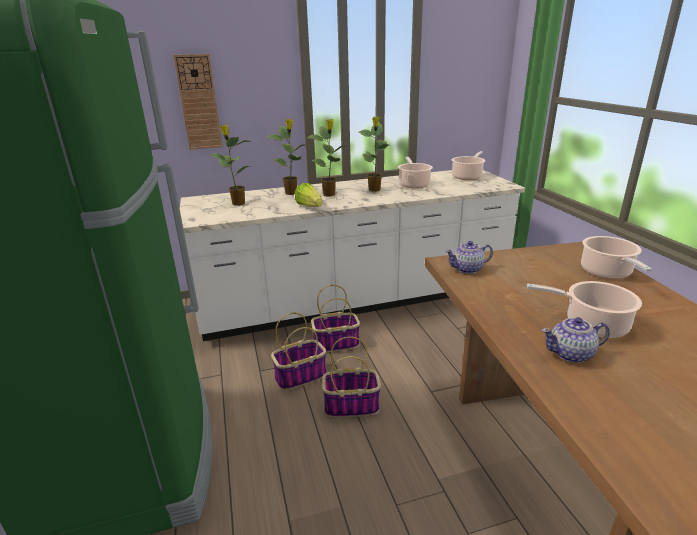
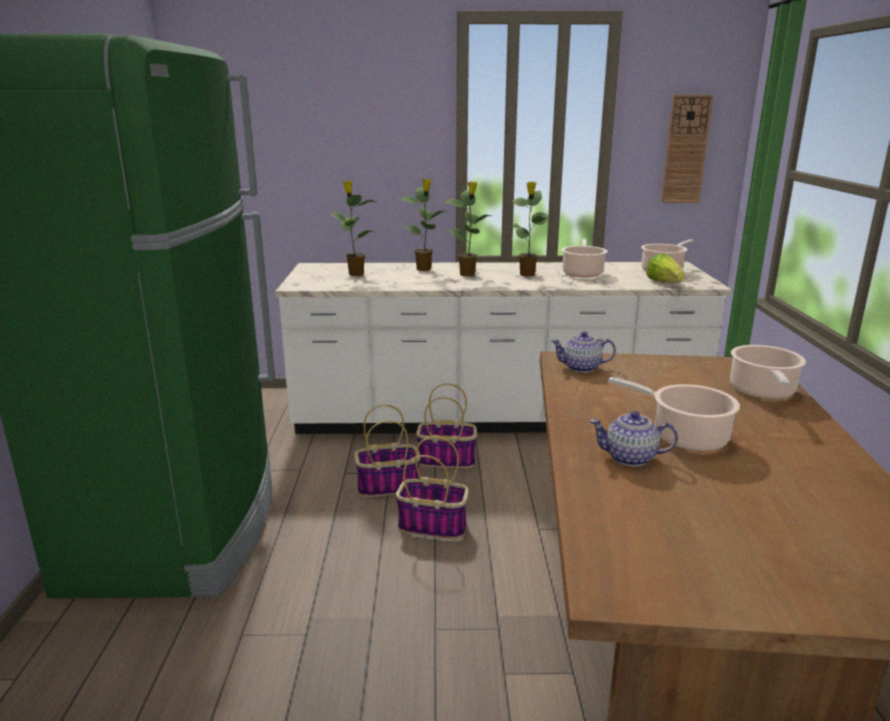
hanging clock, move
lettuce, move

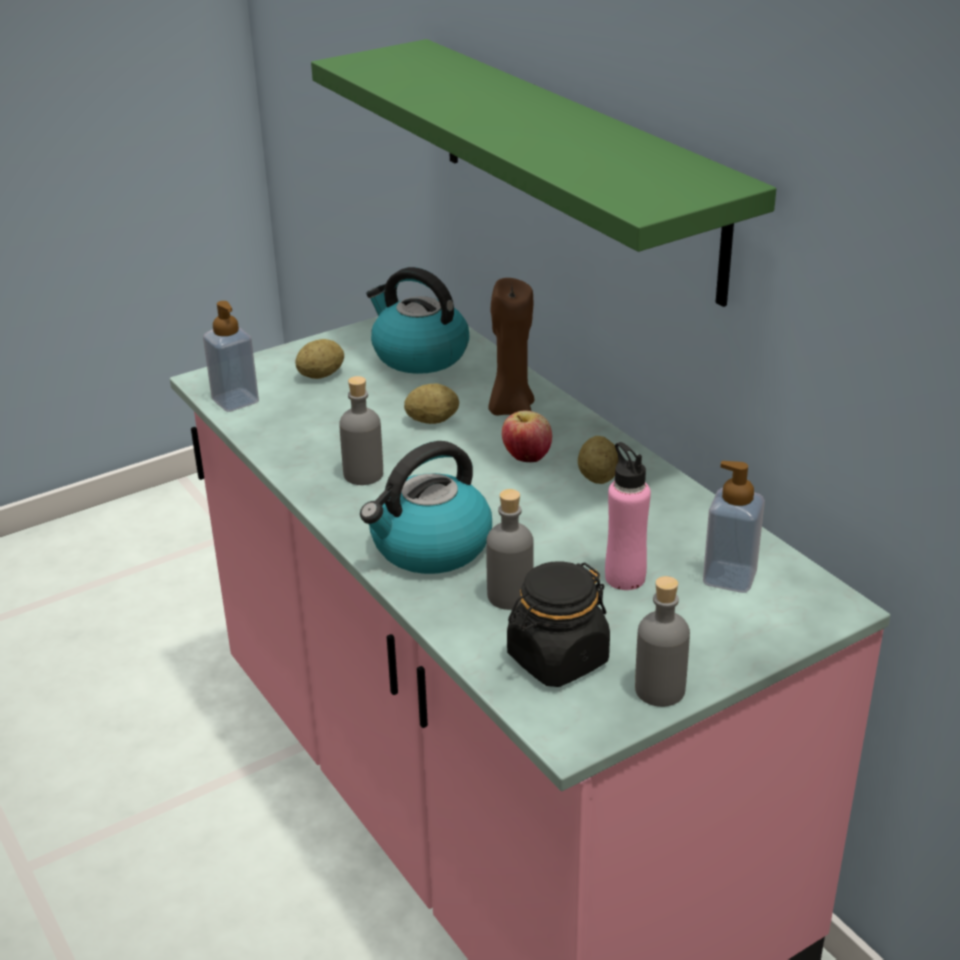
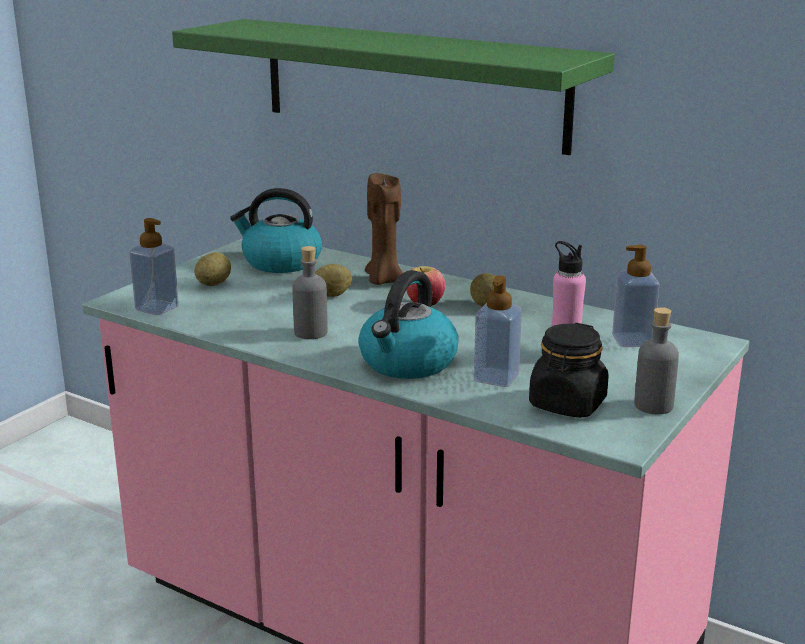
gray bottle (2nd from left) -> soap bottle (2nd from left)

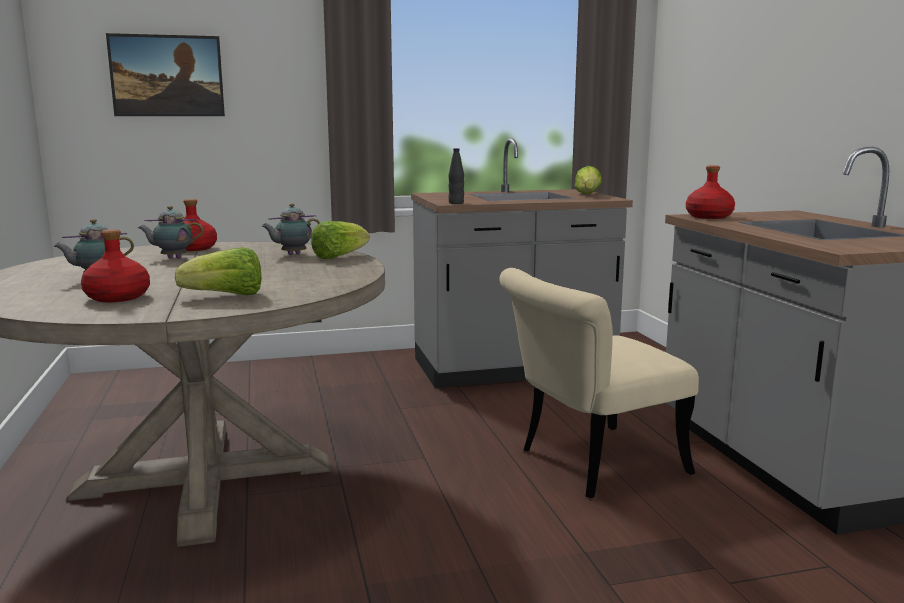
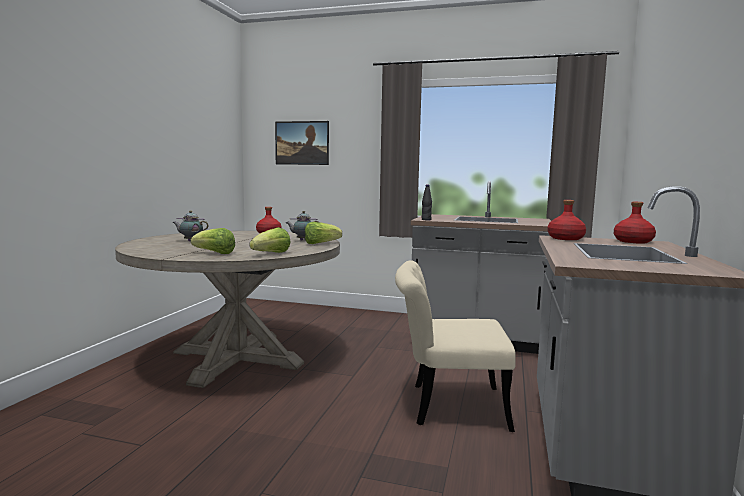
lettuce (3rd from left in the first image) -> lettuce (2nd from left), move
teapot (2nd from left) -> none
red-coloured bottle (1st from left in the first image) -> red-coloured bottle (3rd from left), move

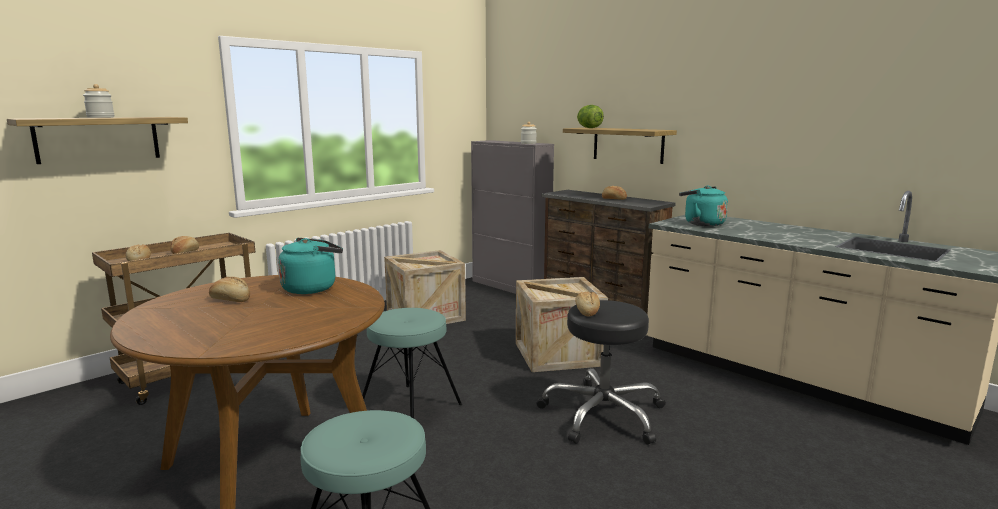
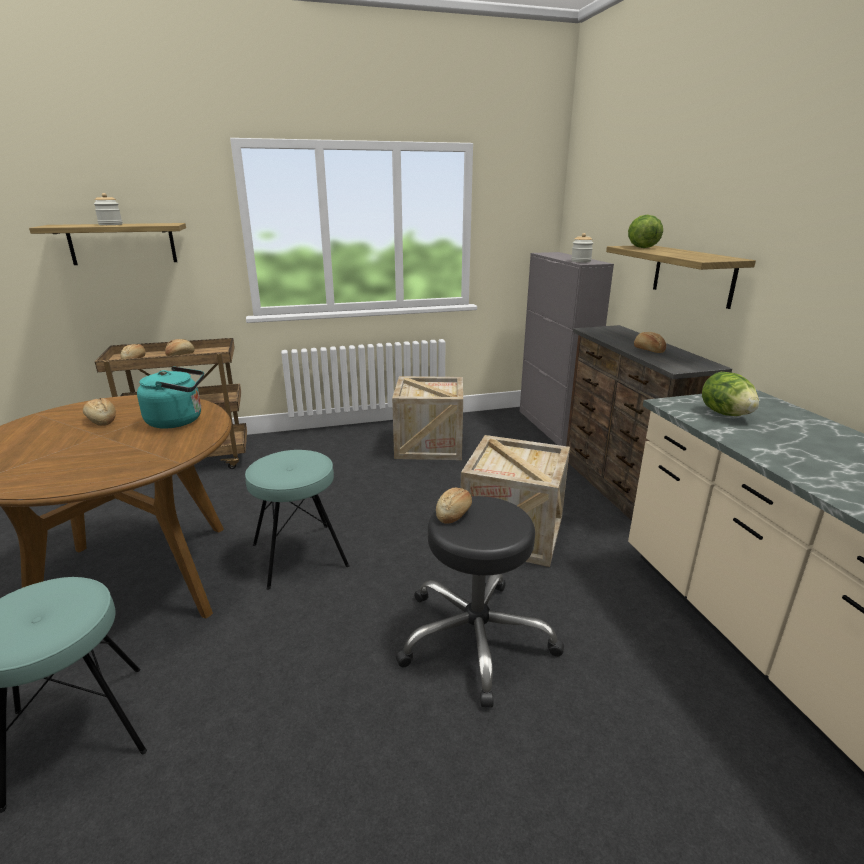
turquoise kettle (2nd from left) -> lettuce (2nd from left)

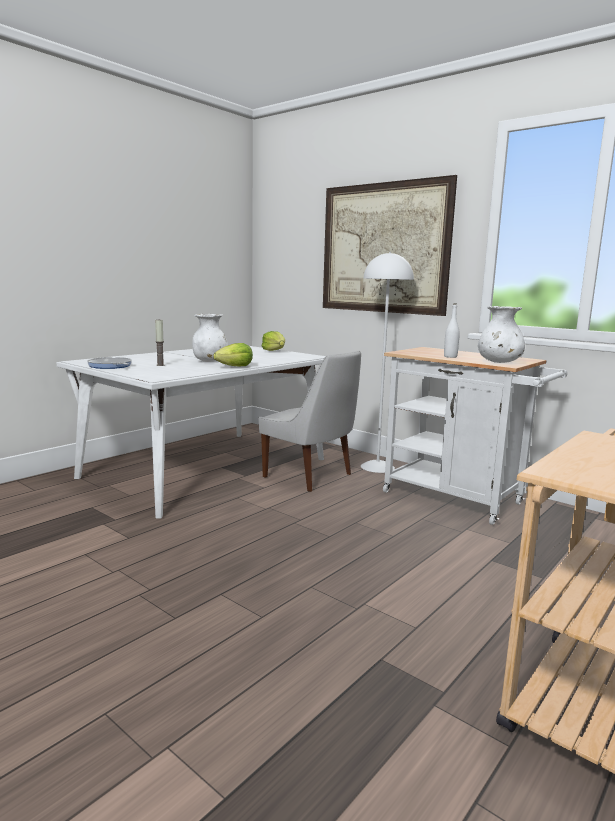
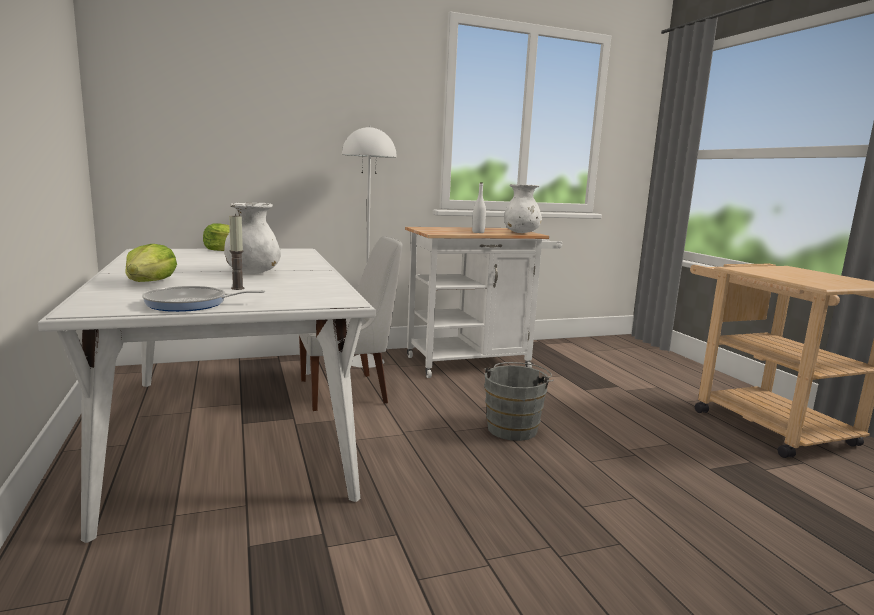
wall art -> none
lettuce (1st from left), move
none -> gray water bucket

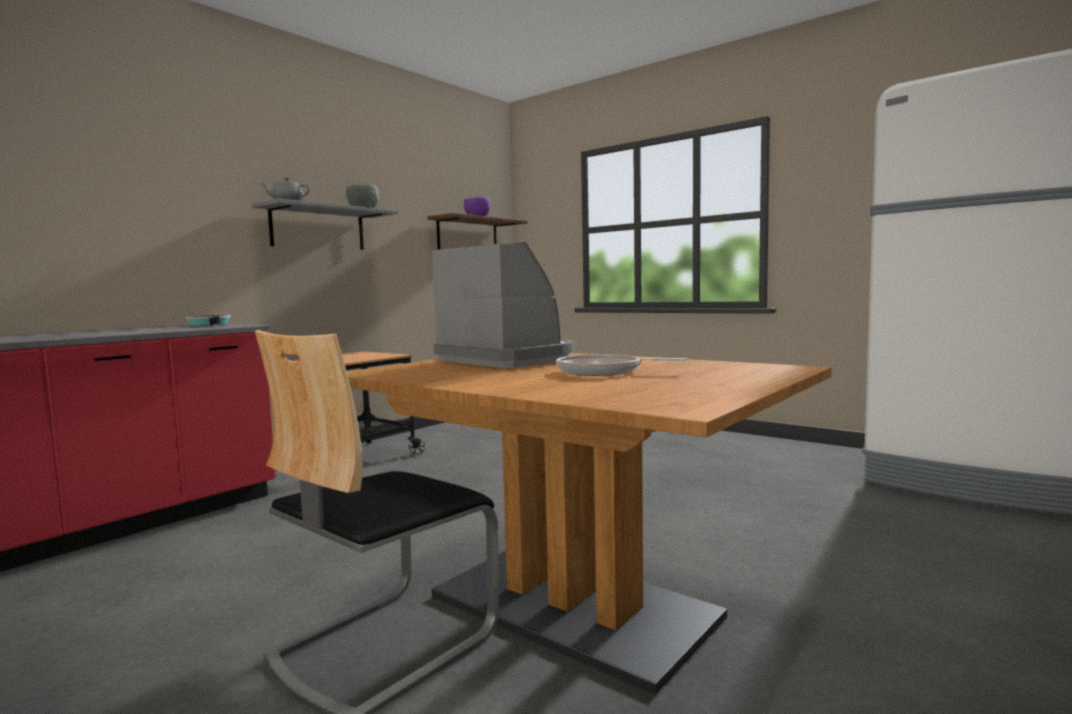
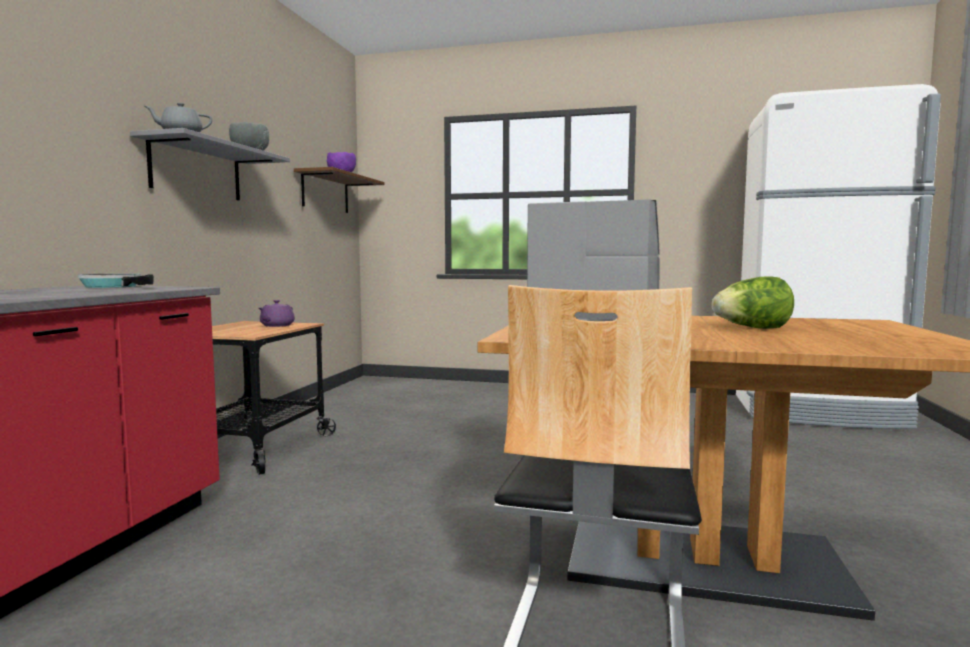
frying pan (2nd from left) -> lettuce
none -> purplish teapot

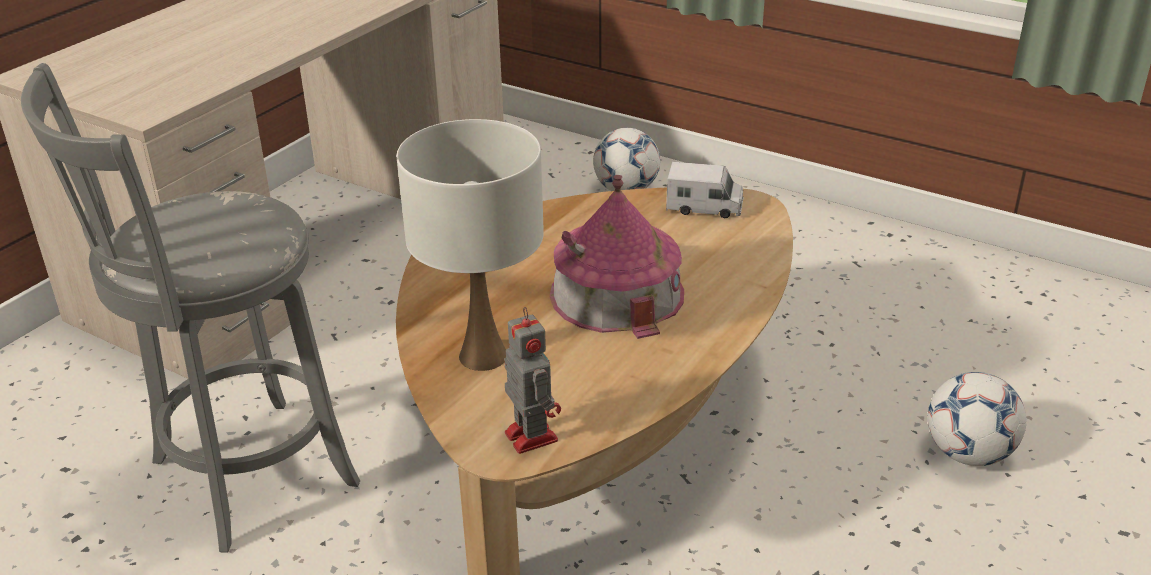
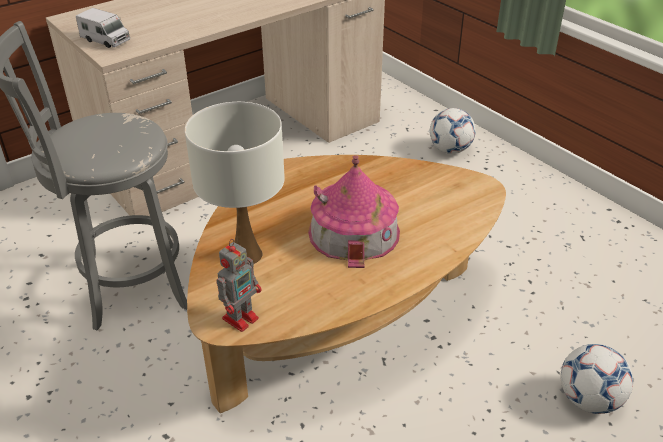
model truck, move
toy robot, 45 degrees clockwise

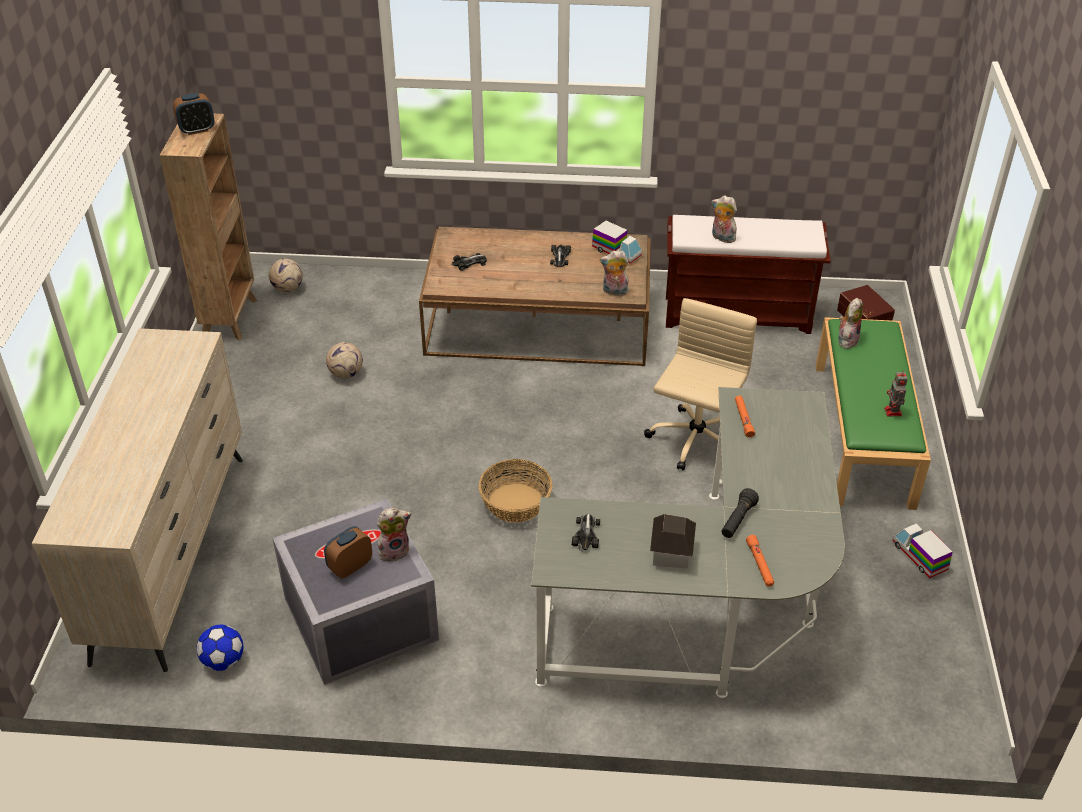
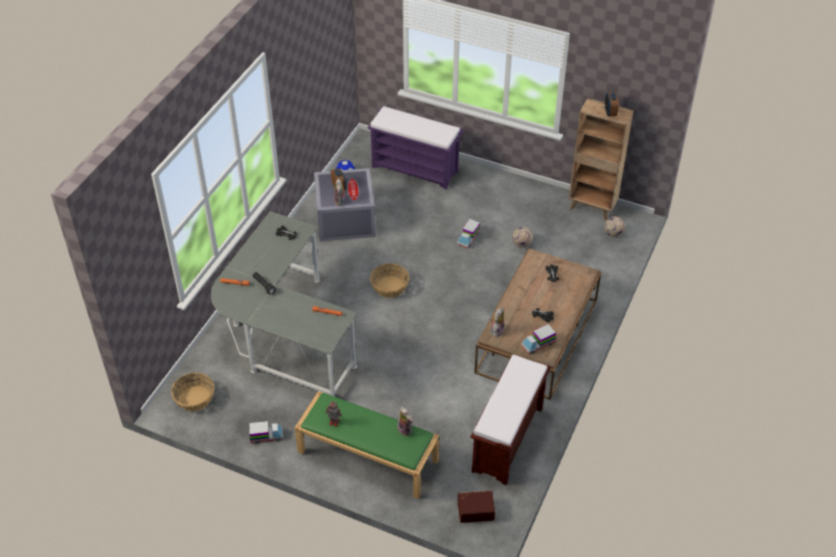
soft toy (3rd from left) -> none
beige-coloured office chair -> none
beige-coloured drawer chest -> purplish long seat
miniature house -> none
none -> model truck (2nd from left)
none -> storage basket (1st from left)

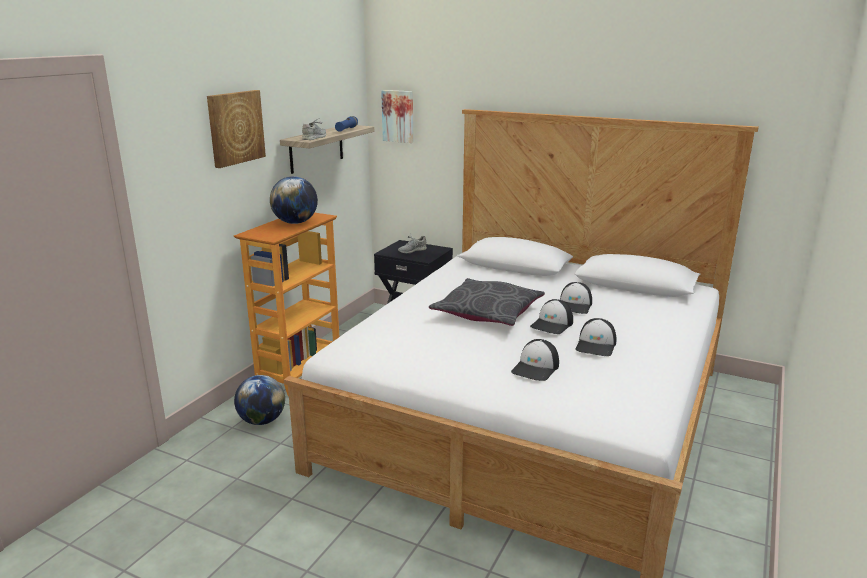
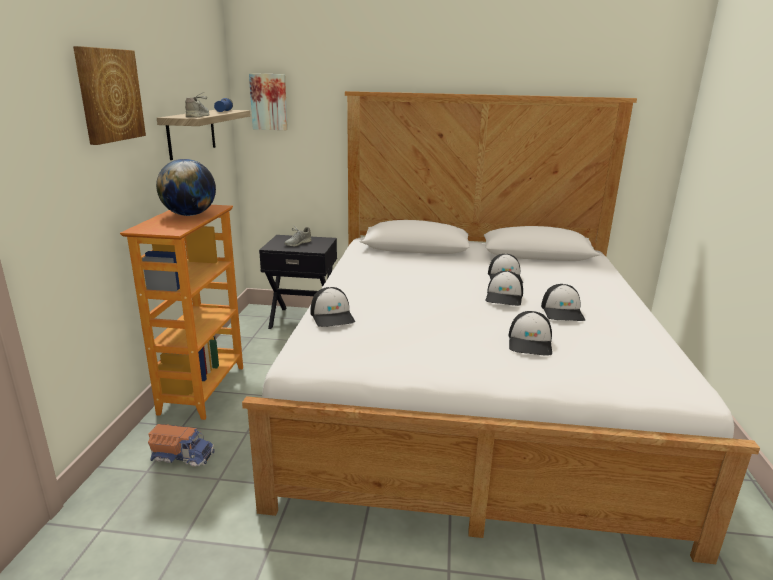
gray cushion -> none
desk globe (1st from left) -> model truck
none -> peaked cap (1st from left)

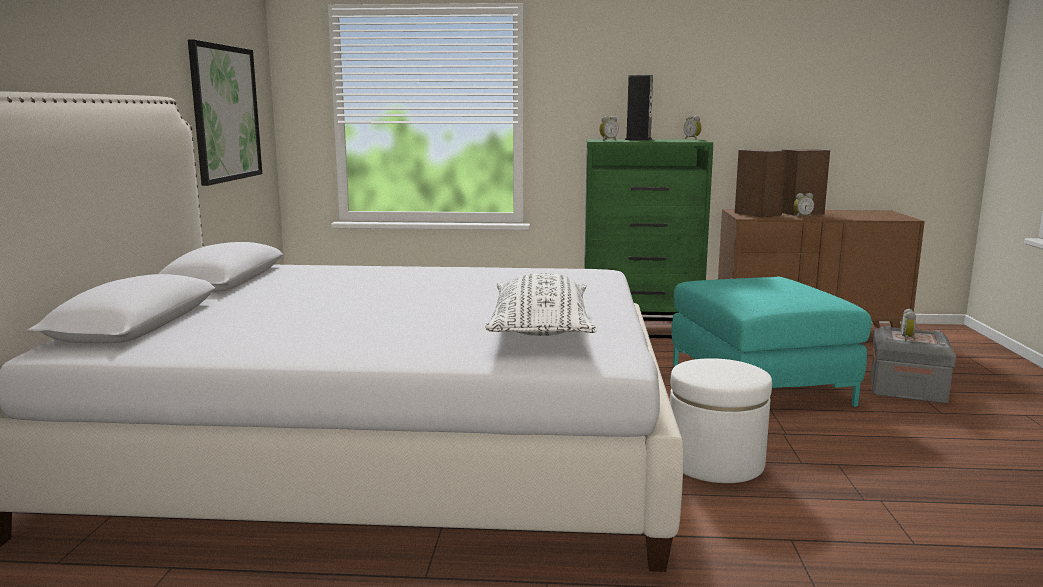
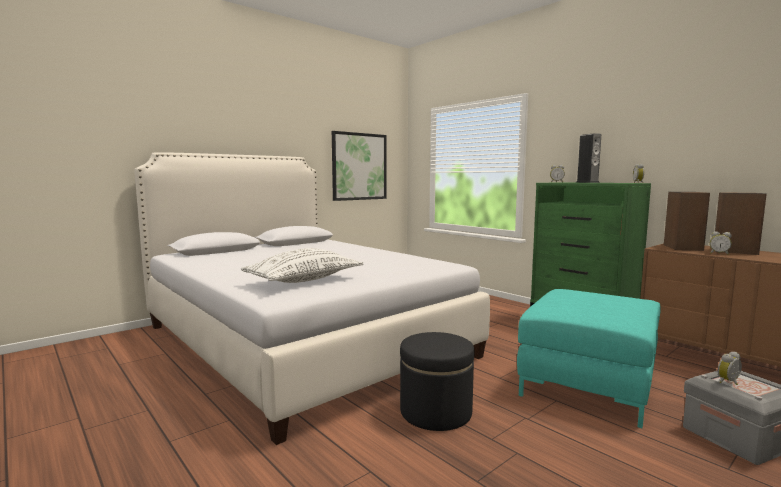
white-coloured ottoman -> black ottoman

